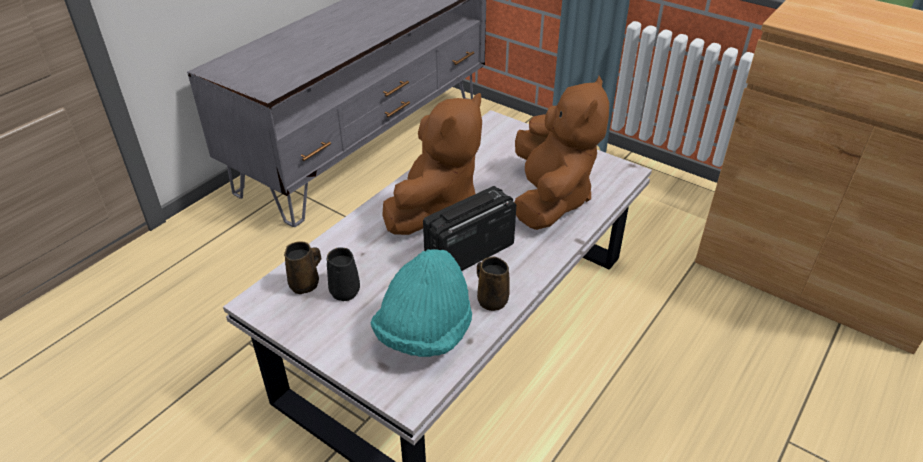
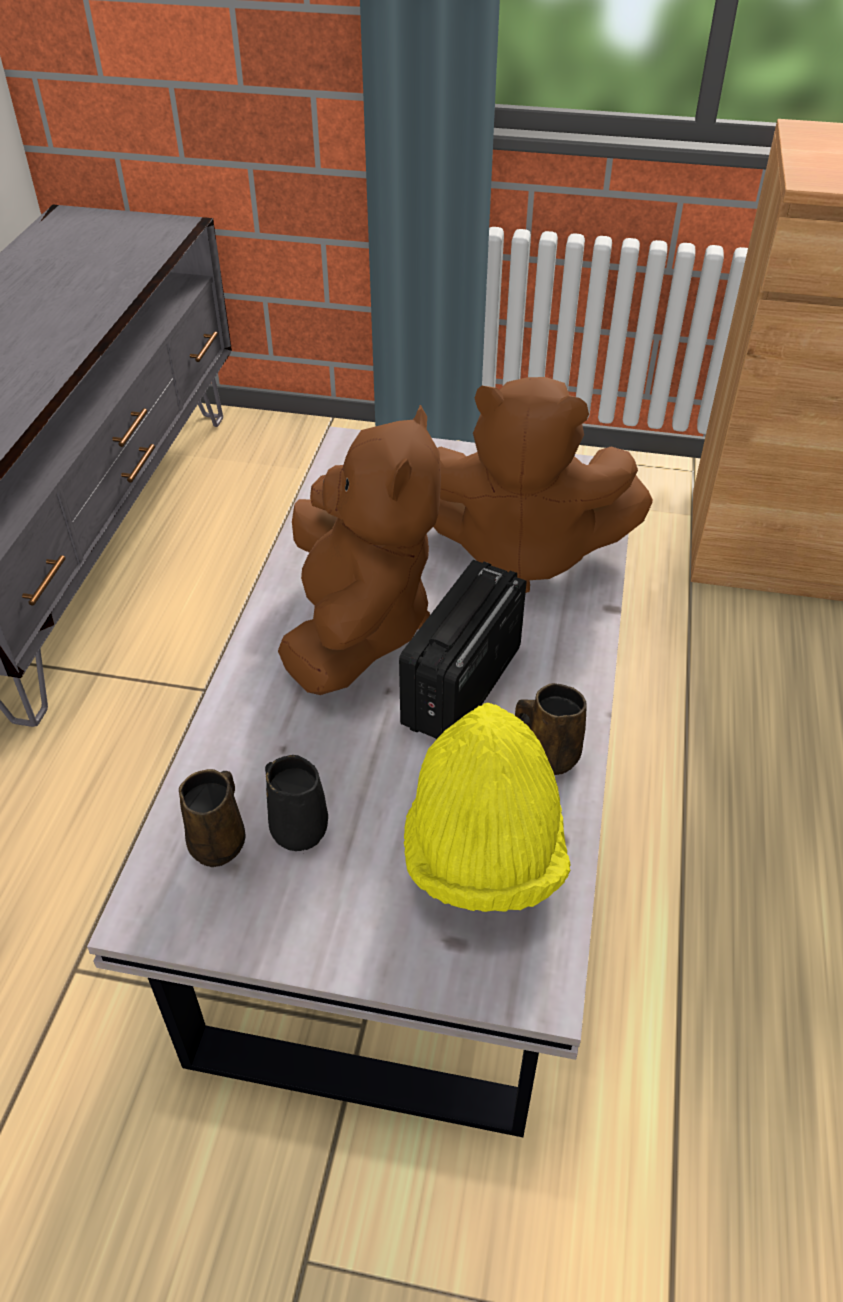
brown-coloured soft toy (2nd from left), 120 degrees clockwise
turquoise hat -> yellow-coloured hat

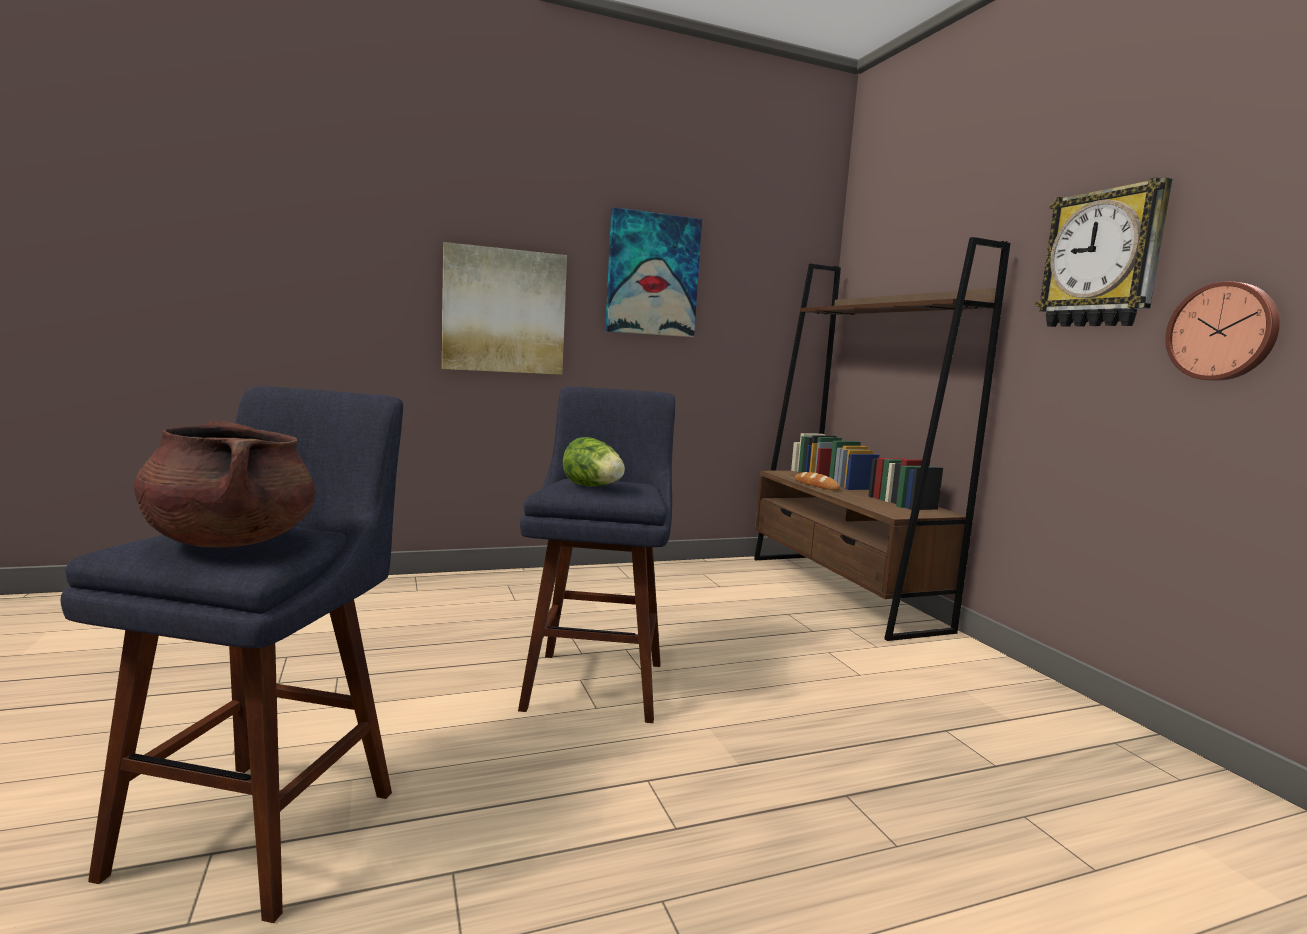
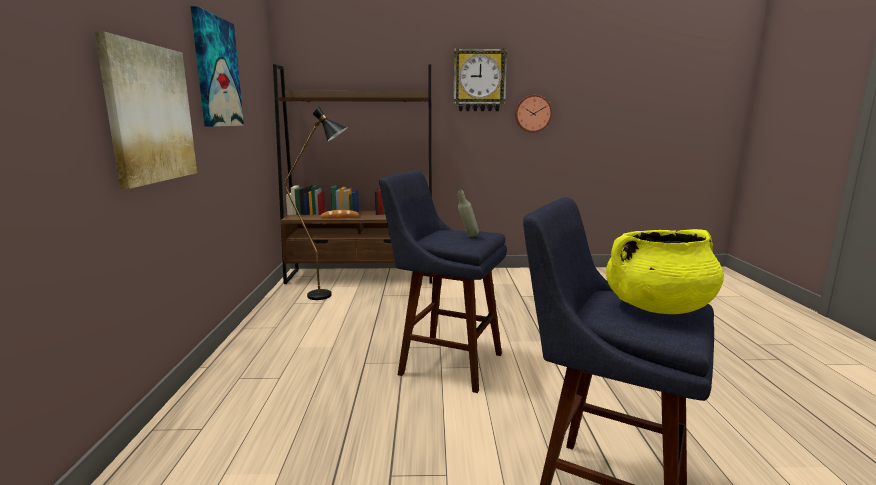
brown-coloured saucepot -> yellow-coloured saucepot
lettuce -> gray bottle
none -> black floor lamp

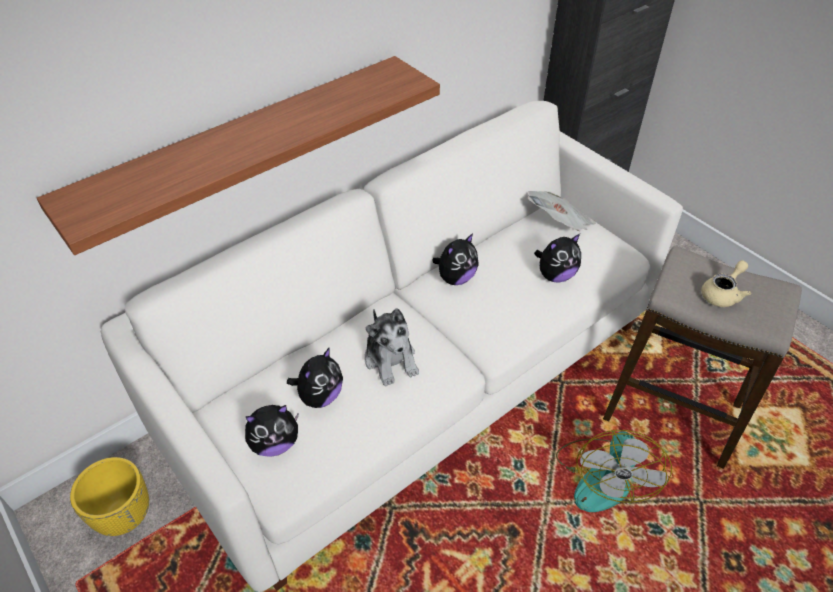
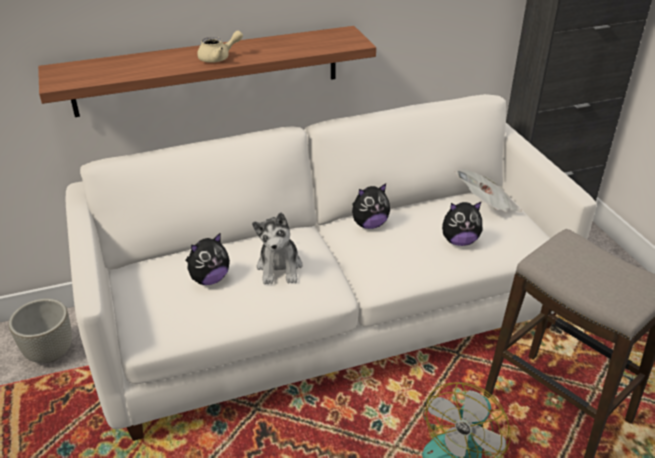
beige-coloured teapot, move
soft toy (1st from left) -> none
yellow-coloured plant pot -> gray plant pot

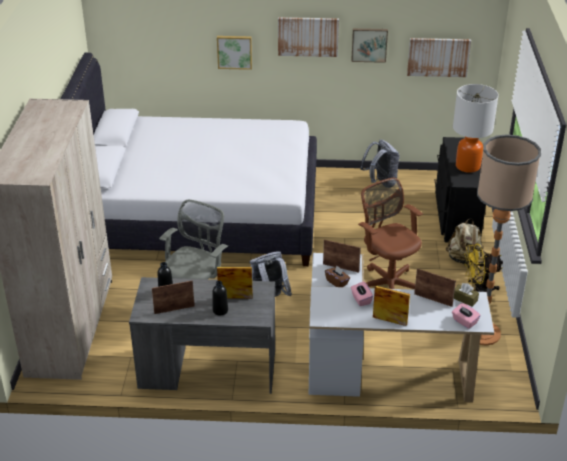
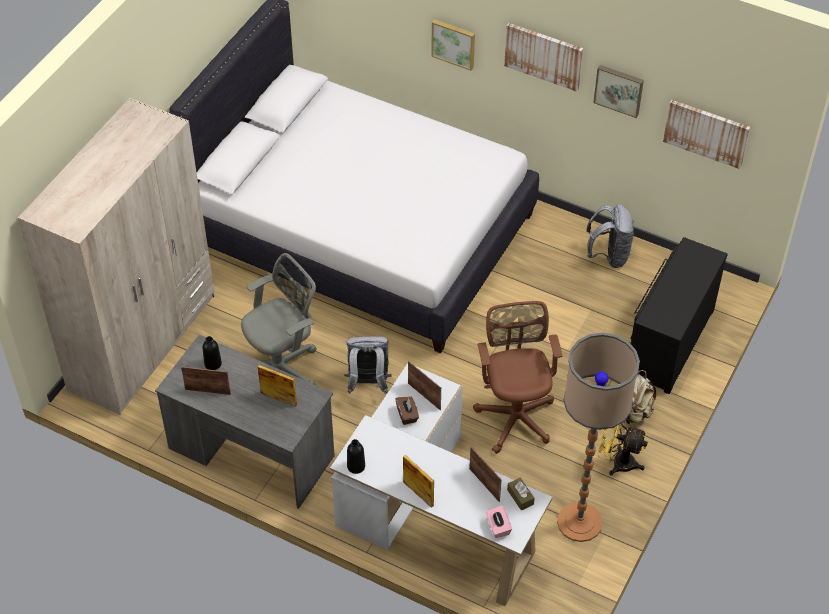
tabletop lamp -> none
black bottle (2nd from left), move
pink box of tissues (1st from left) -> none

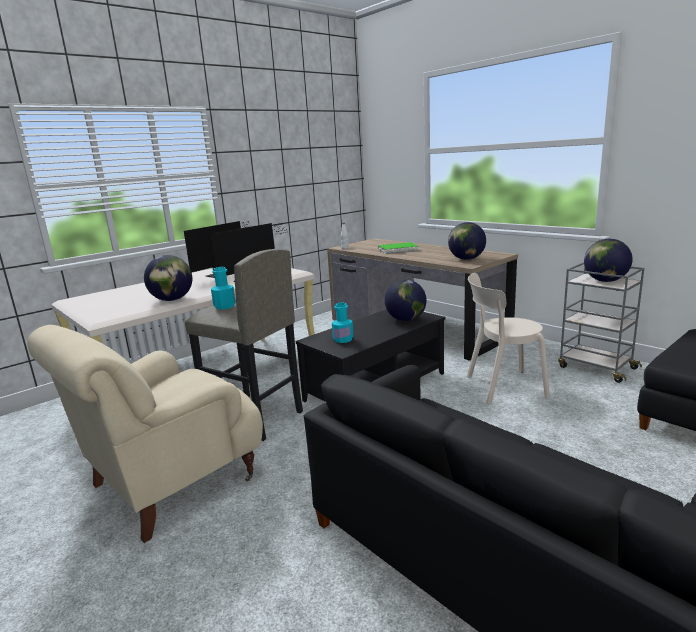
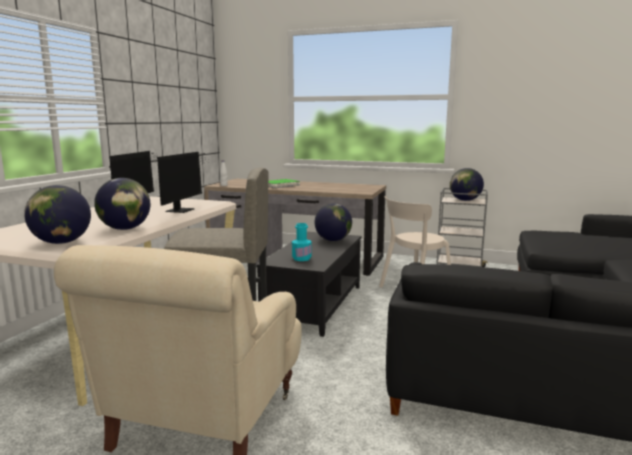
desk globe (3rd from left in the first image) -> desk globe (1st from left), move
turquoise bottle (1st from left) -> none

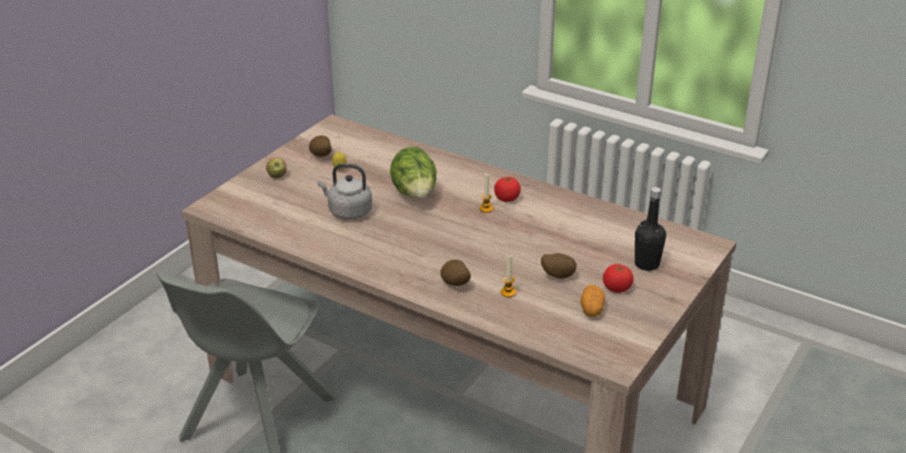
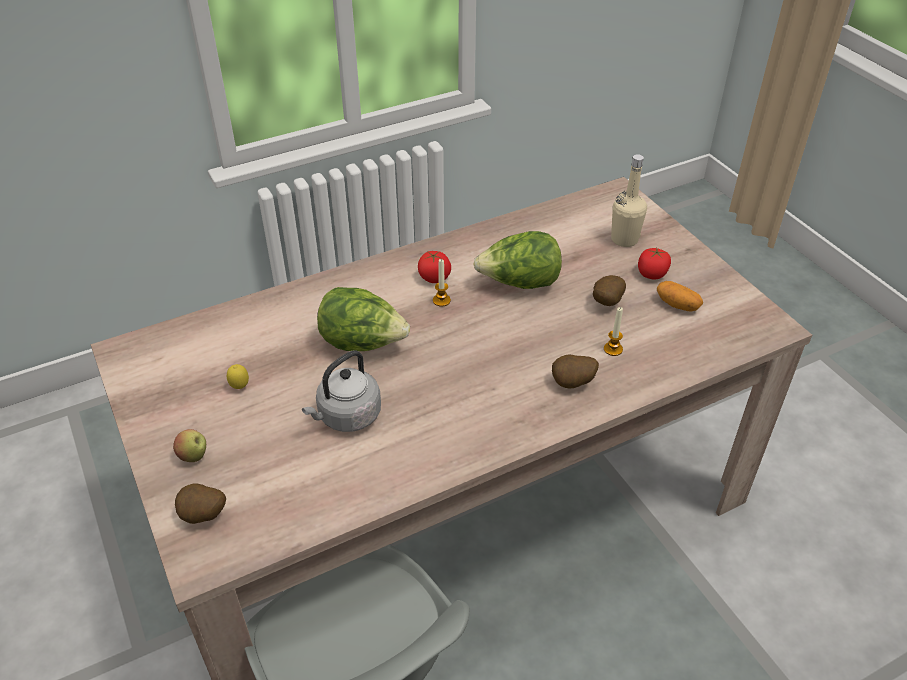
spud (1st from left), move
black bottle -> beige-coloured bottle
none -> lettuce (2nd from left)

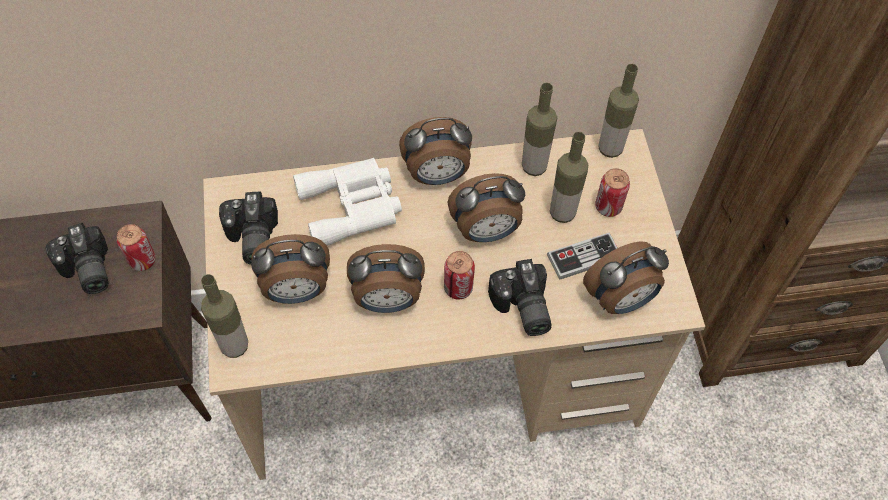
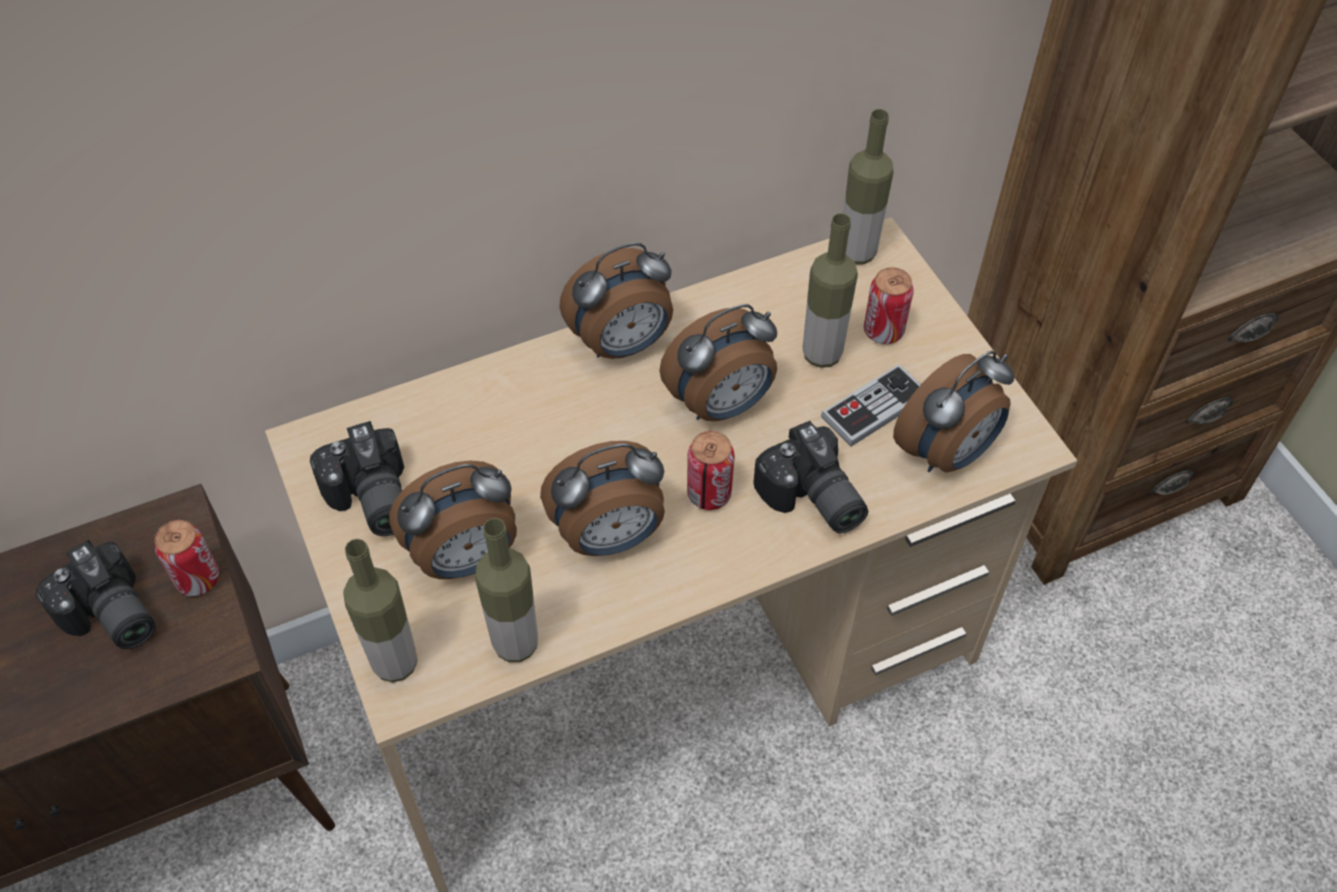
bottle (2nd from left), move
white-coloured field glasses -> none

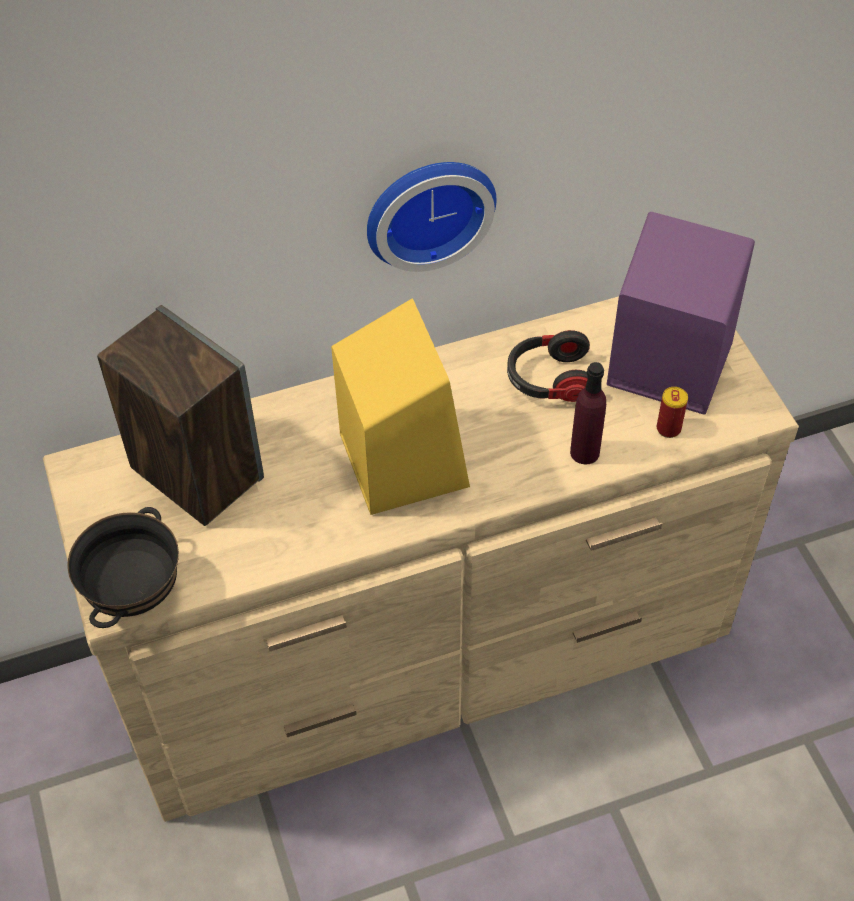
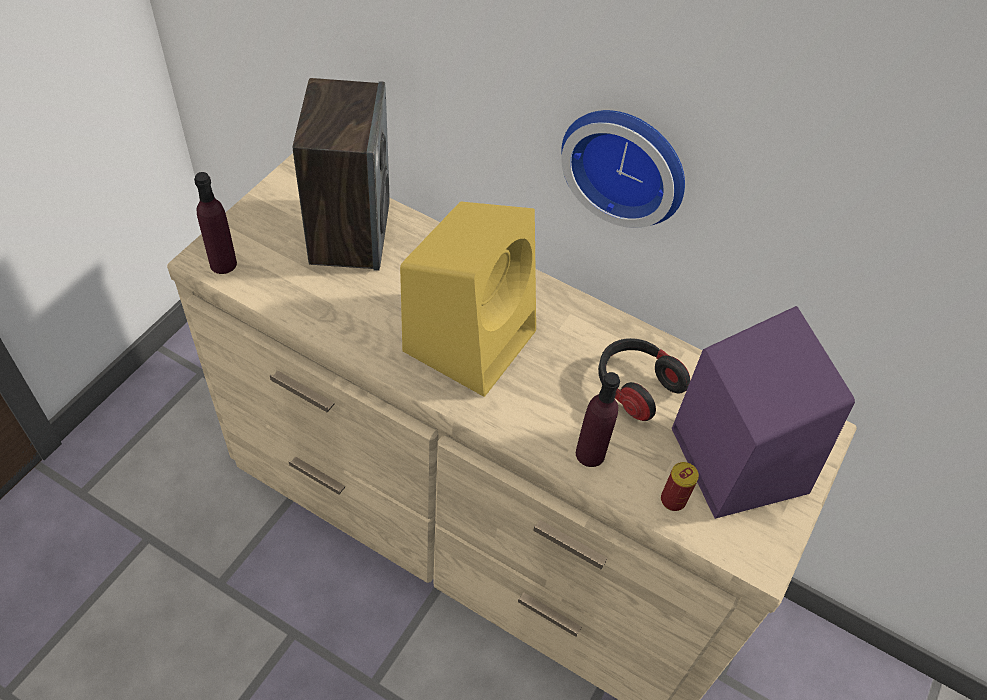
black deep dish -> purplish bottle (1st from left)

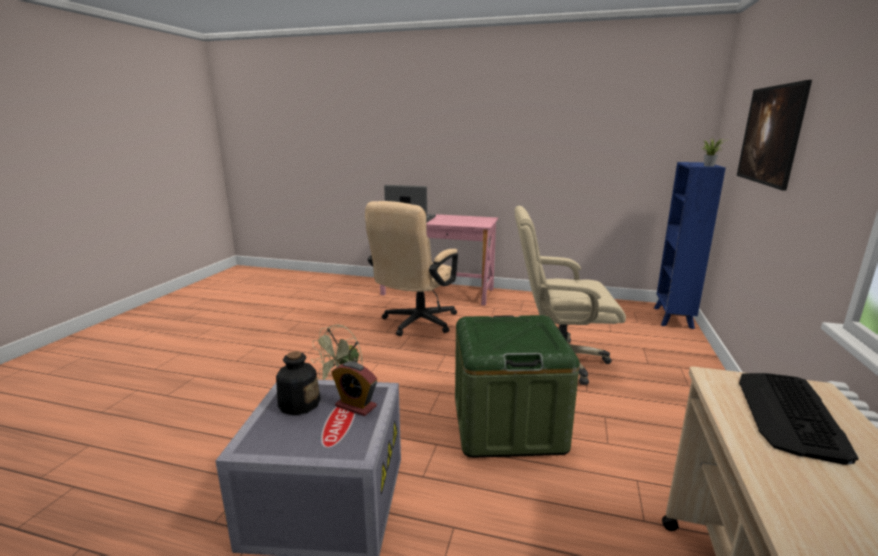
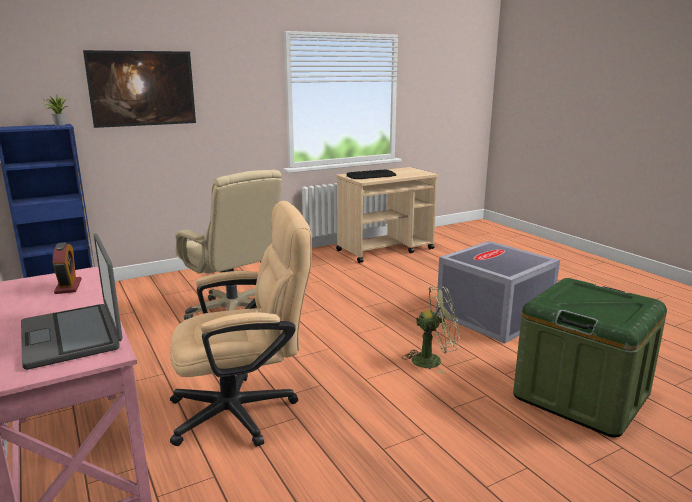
greenish storage container, move
bottle -> none
bedside clock, move

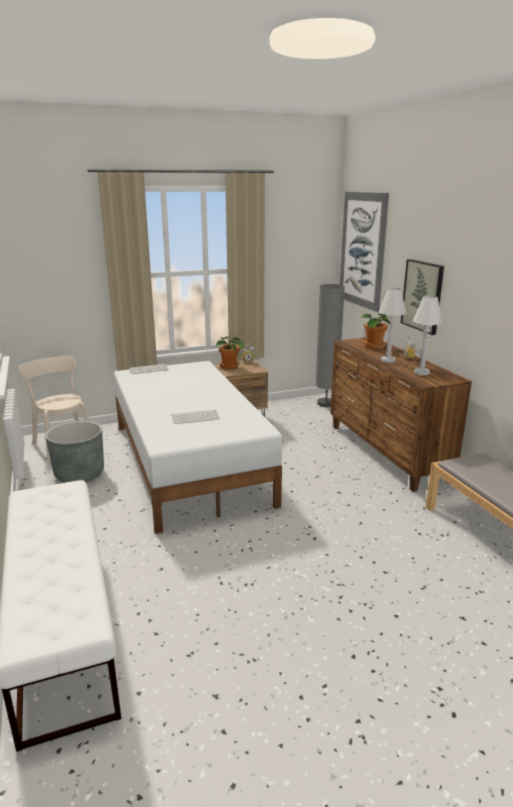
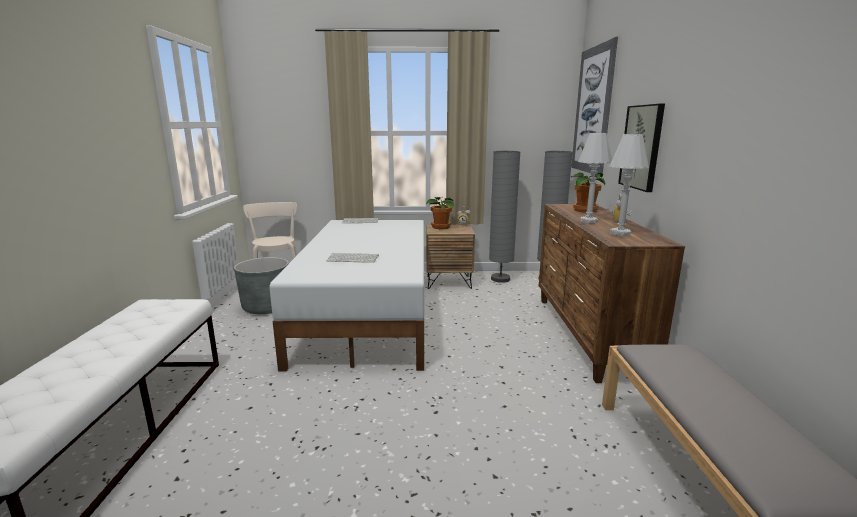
none -> gray floor lamp (1st from left)

